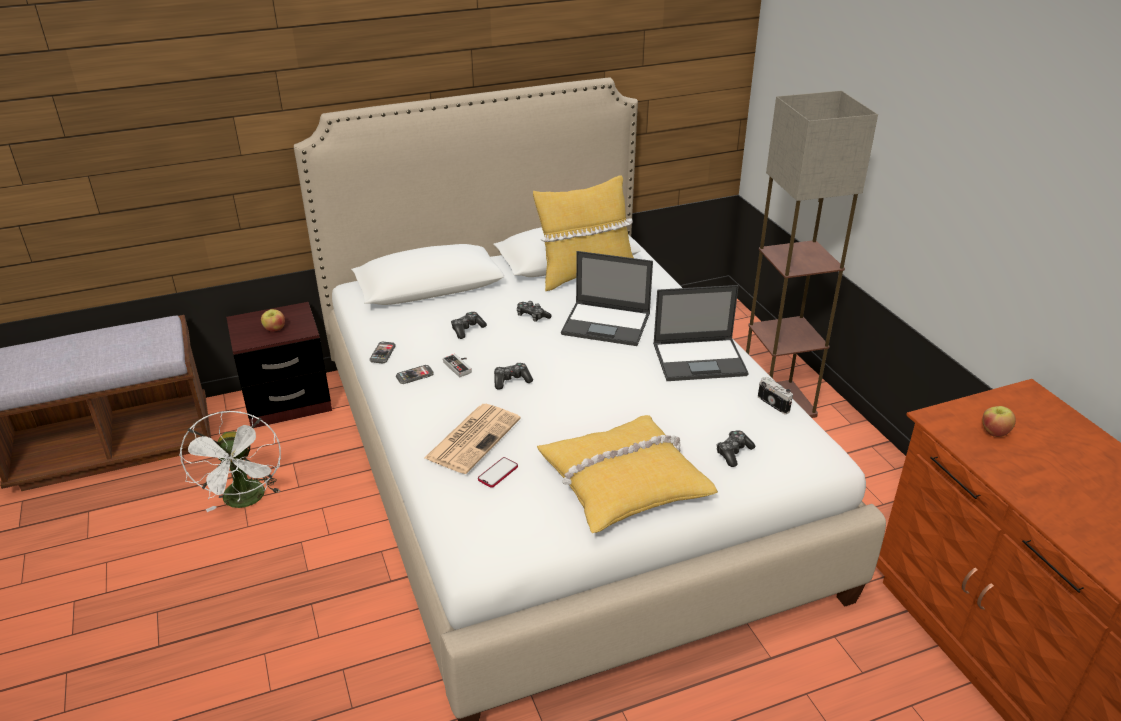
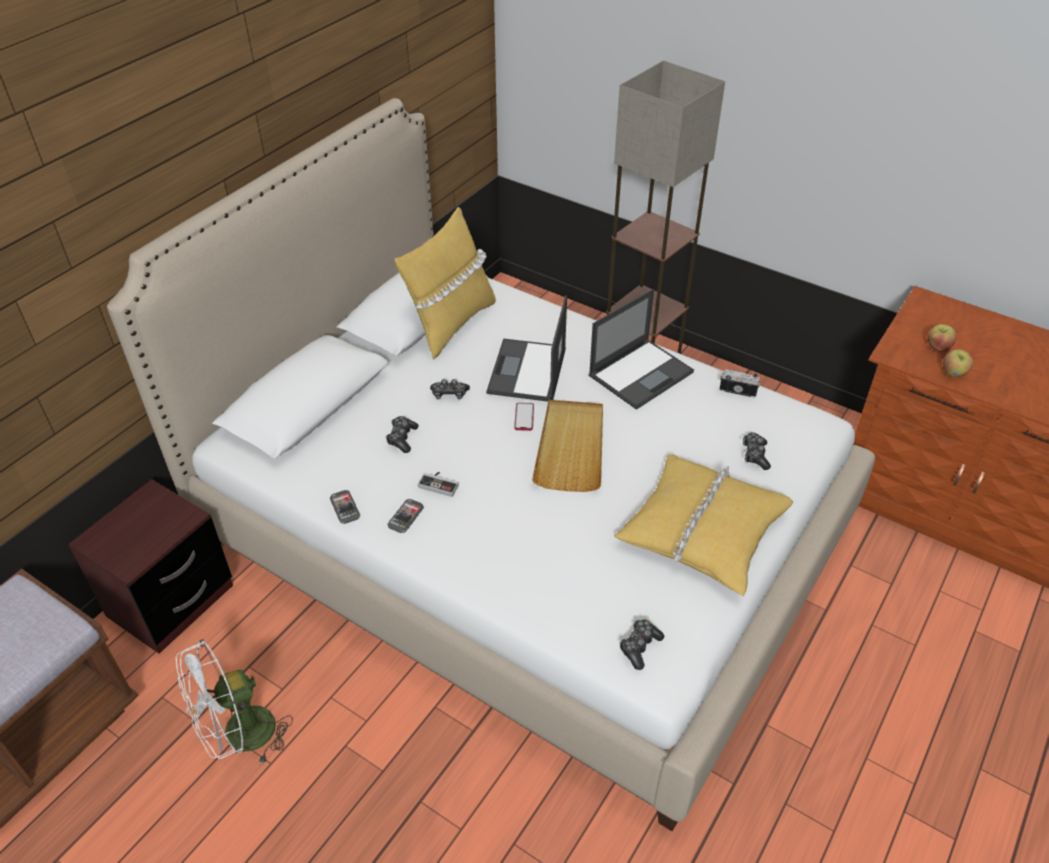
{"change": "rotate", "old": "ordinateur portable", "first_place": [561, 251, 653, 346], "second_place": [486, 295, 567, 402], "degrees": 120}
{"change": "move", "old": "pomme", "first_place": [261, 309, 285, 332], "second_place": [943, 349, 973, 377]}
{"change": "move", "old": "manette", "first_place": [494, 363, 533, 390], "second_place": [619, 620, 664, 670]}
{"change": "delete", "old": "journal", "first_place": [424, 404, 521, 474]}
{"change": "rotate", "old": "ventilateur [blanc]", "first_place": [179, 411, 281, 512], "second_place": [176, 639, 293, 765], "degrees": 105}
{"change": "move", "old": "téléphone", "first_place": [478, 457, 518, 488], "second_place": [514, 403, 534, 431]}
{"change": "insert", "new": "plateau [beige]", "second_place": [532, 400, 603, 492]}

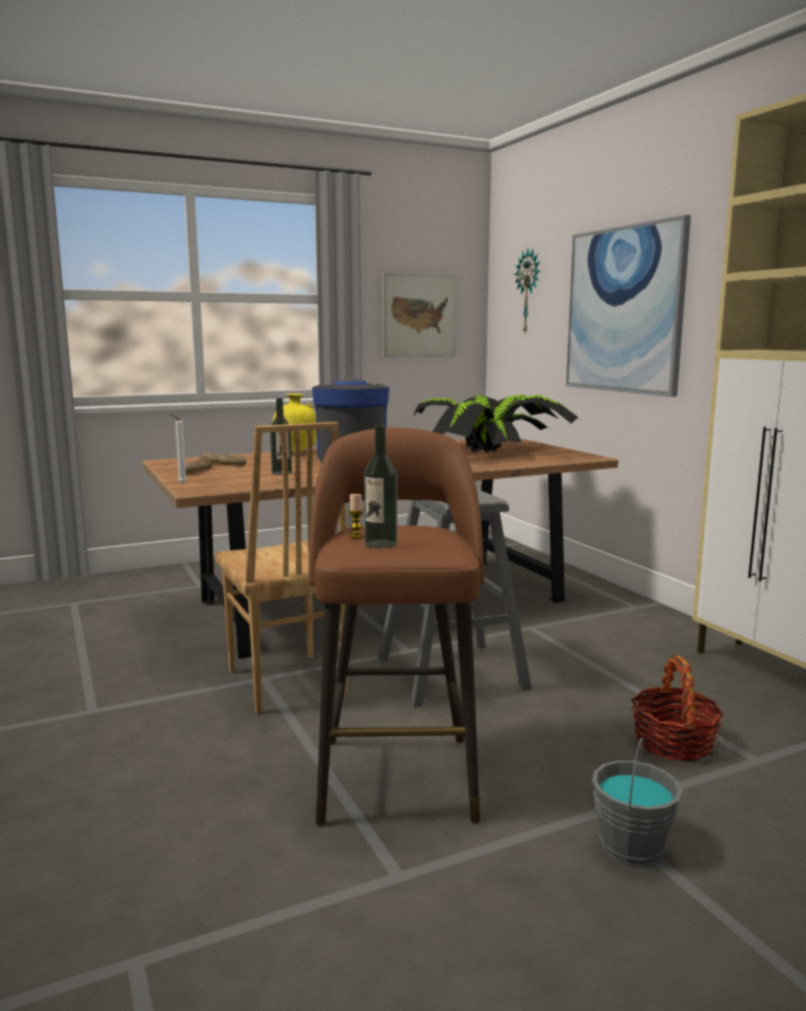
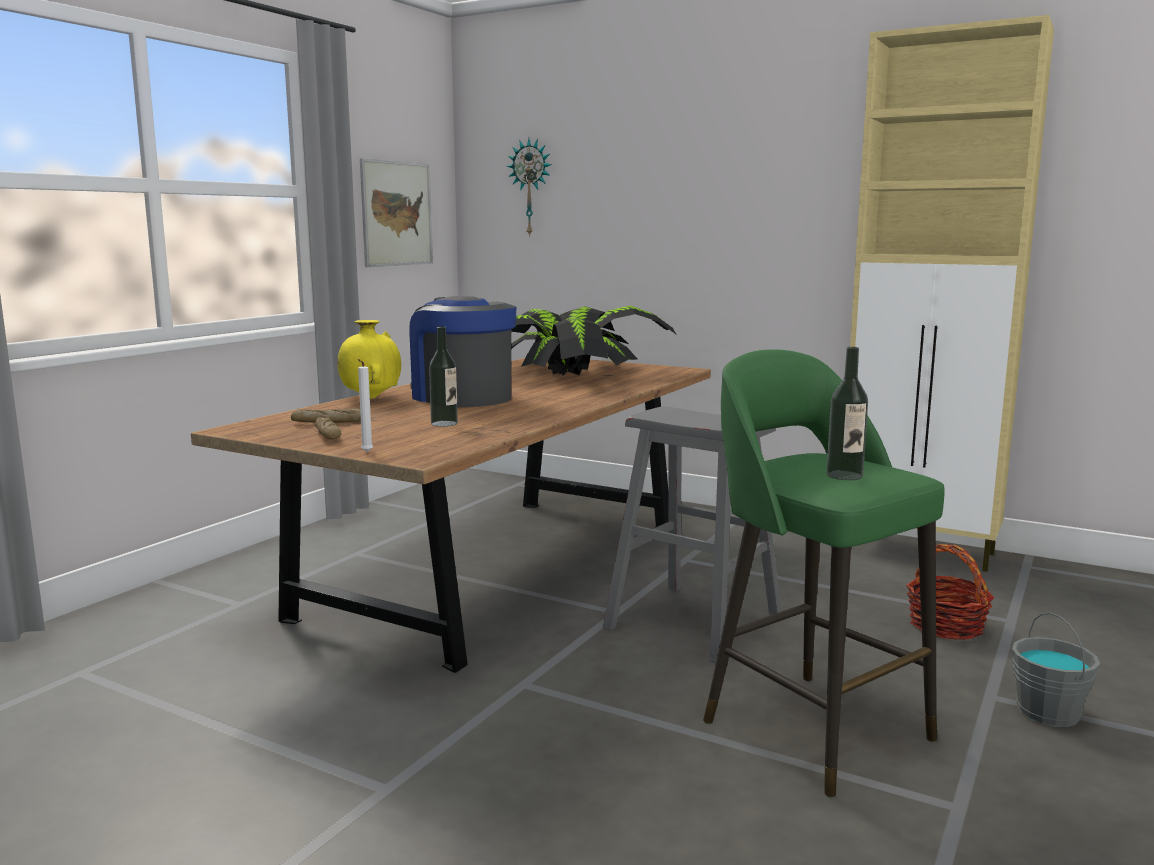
{"change": "delete", "old": "tableau", "first_place": [566, 215, 691, 397]}
{"change": "delete", "old": "chaise [marron]", "first_place": [214, 422, 348, 714]}
{"change": "recolor", "old": "tabouret [marron]", "new": "tabouret [vert]", "first_place": [309, 428, 484, 826], "second_place": [703, 349, 945, 798]}
{"change": "delete", "old": "bougie", "first_place": [349, 494, 364, 538]}

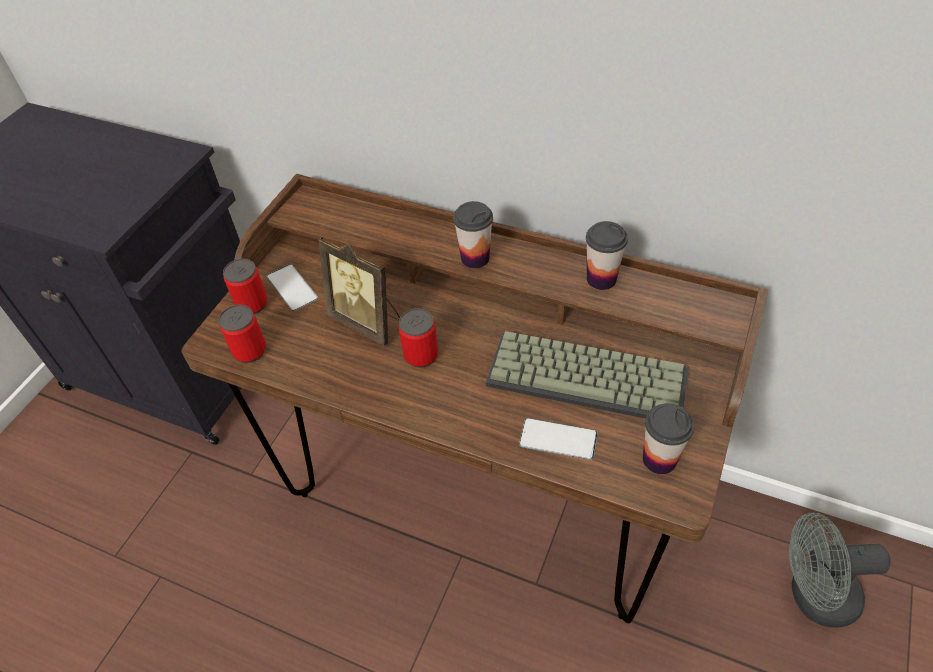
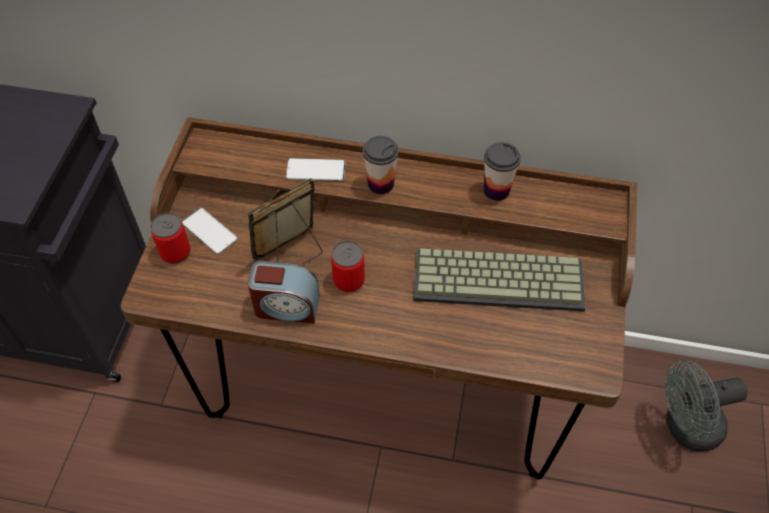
{"change": "rotate", "old": "cadre photo", "first_place": [318, 237, 400, 346], "second_place": [248, 178, 323, 266], "degrees": 120}
{"change": "delete", "old": "boîte métallique", "first_place": [218, 305, 266, 363]}
{"change": "delete", "old": "tasse", "first_place": [643, 403, 694, 474]}
{"change": "move", "old": "téléphone", "first_place": [519, 418, 598, 460], "second_place": [286, 158, 346, 181]}
{"change": "insert", "new": "réveil", "second_place": [248, 261, 320, 324]}

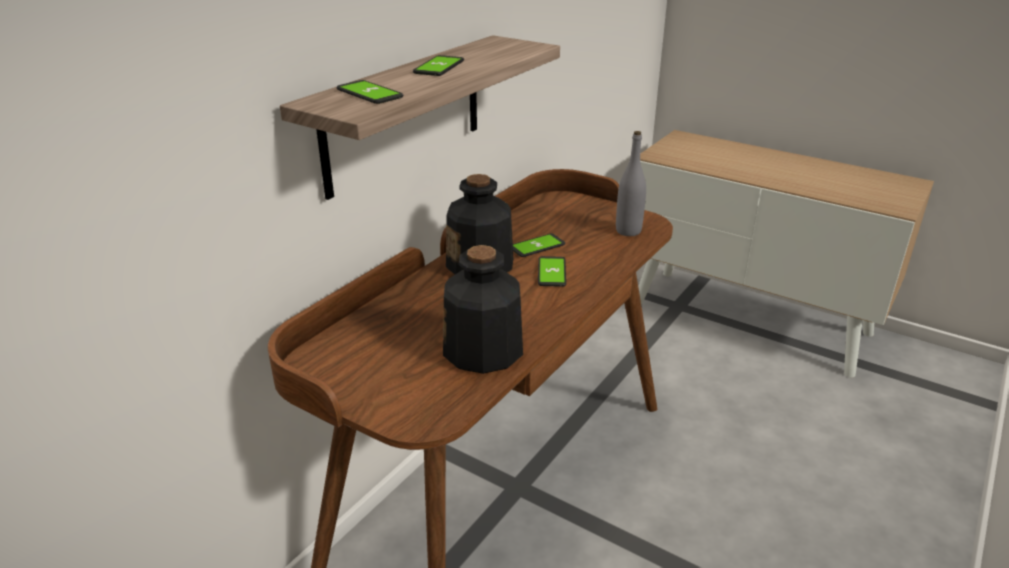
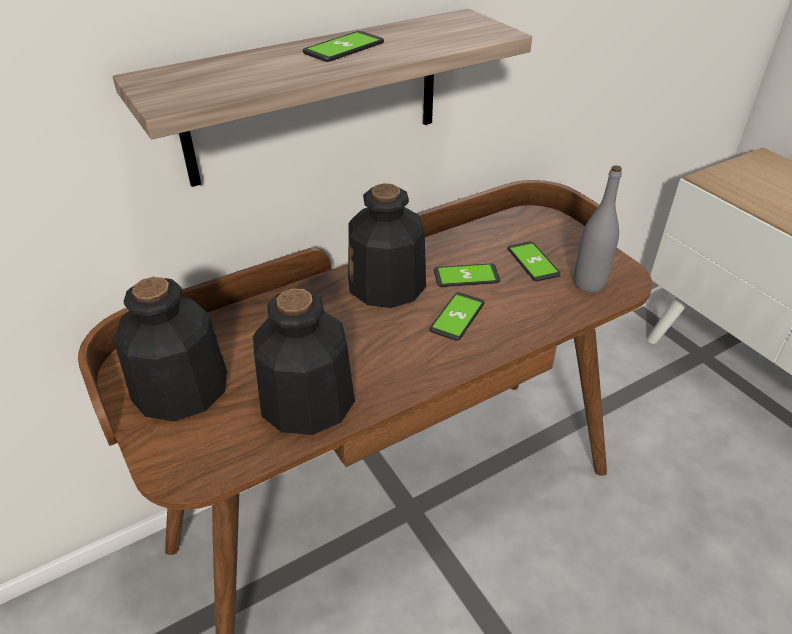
{"change": "move", "old": "téléphone", "first_place": [337, 80, 403, 104], "second_place": [507, 241, 561, 281]}
{"change": "insert", "new": "bouteille", "second_place": [114, 277, 227, 421]}

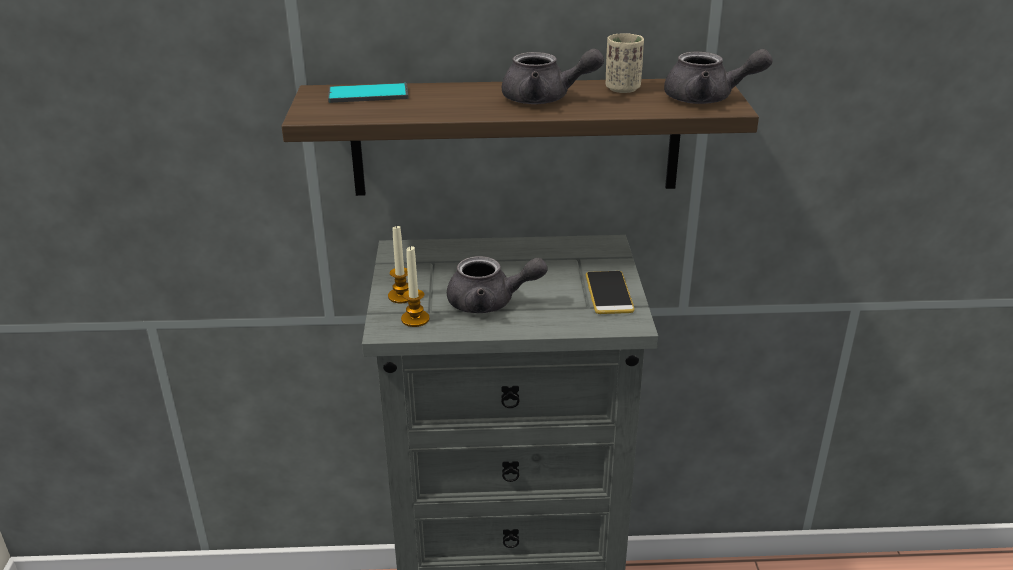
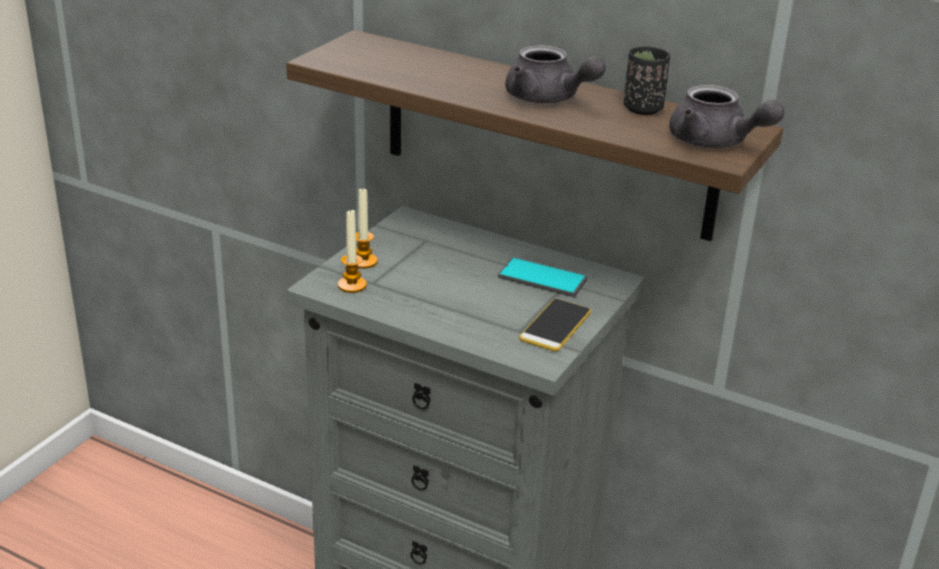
{"change": "recolor", "old": "tasse [beige]", "new": "tasse [noir]", "first_place": [606, 33, 644, 93], "second_place": [624, 47, 670, 115]}
{"change": "move", "old": "téléphone", "first_place": [328, 83, 409, 103], "second_place": [498, 257, 588, 297]}
{"change": "delete", "old": "théière [gris]", "first_place": [447, 256, 548, 313]}

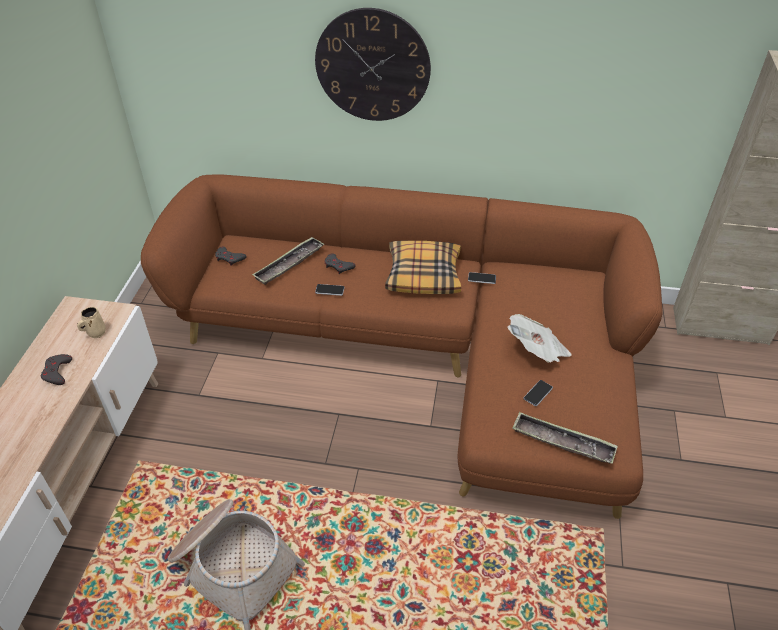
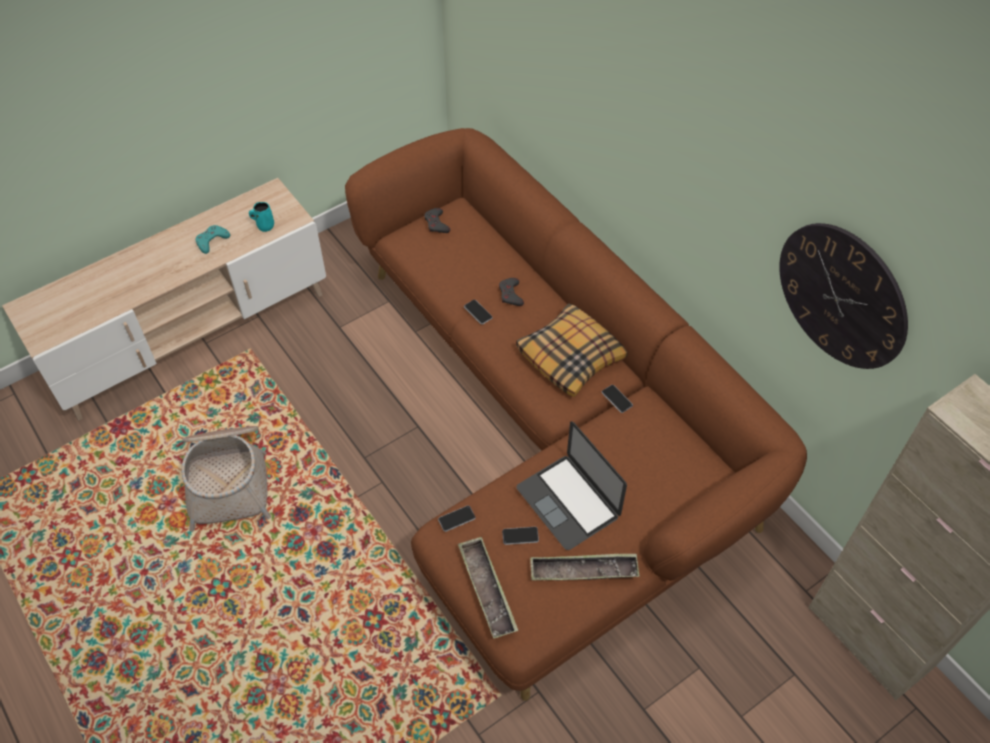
{"change": "move", "old": "horloge murale", "first_place": [315, 8, 431, 121], "second_place": [779, 223, 908, 369]}
{"change": "move", "old": "plateau", "first_place": [252, 237, 324, 285], "second_place": [530, 554, 640, 581]}
{"change": "recolor", "old": "mug [beige]", "new": "mug [turquoise]", "first_place": [77, 307, 106, 338], "second_place": [249, 202, 274, 232]}
{"change": "replace", "old": "journal", "new": "ordinateur portable", "first_place": [507, 314, 572, 363], "second_place": [516, 421, 627, 550]}
{"change": "recolor", "old": "manette [gris]", "new": "manette [turquoise]", "first_place": [41, 354, 72, 385], "second_place": [196, 225, 230, 254]}
{"change": "insert", "new": "téléphone", "second_place": [438, 505, 476, 532]}

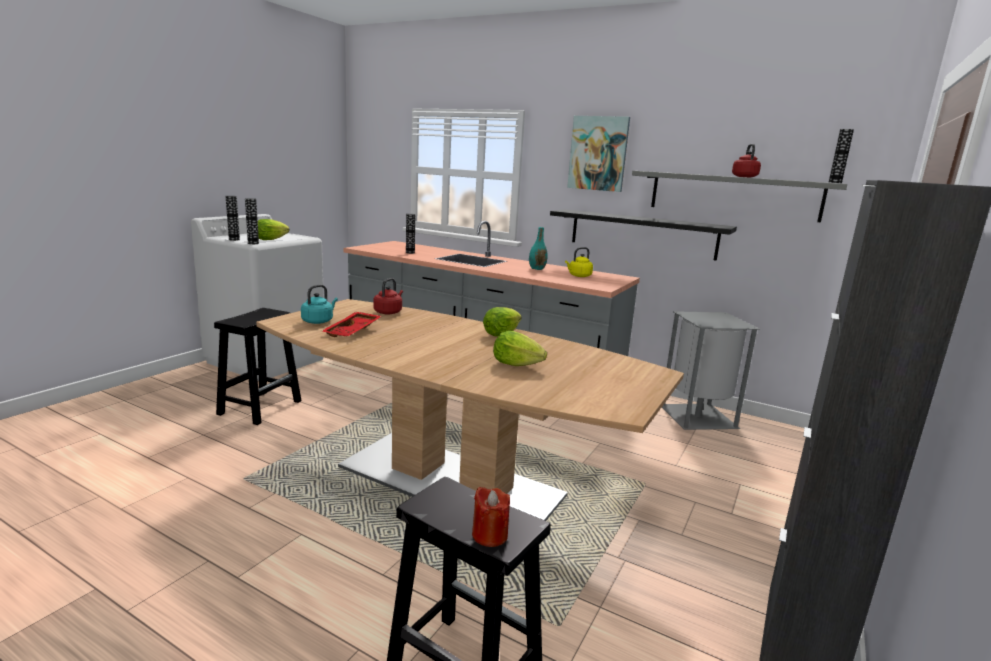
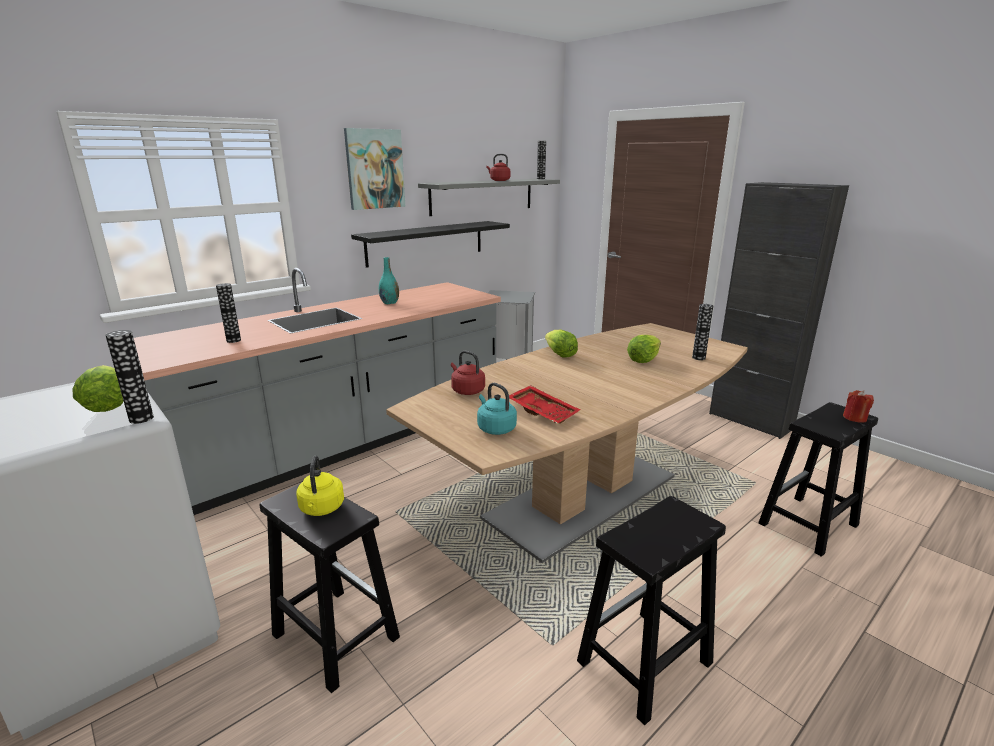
{"change": "move", "old": "vase", "first_place": [226, 196, 240, 241], "second_place": [692, 304, 713, 360]}
{"change": "move", "old": "bouilloire [jaune]", "first_place": [565, 247, 593, 277], "second_place": [297, 456, 344, 516]}
{"change": "insert", "new": "tabouret [noir]", "second_place": [577, 496, 726, 725]}

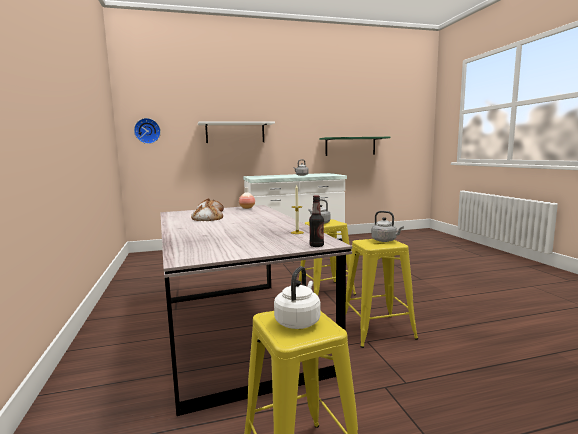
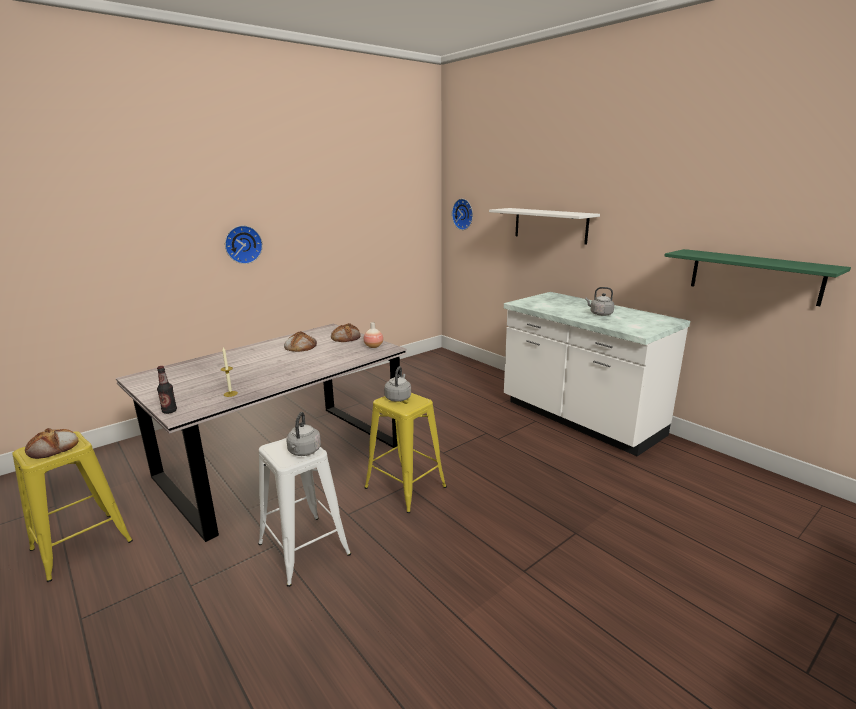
{"change": "recolor", "old": "tabouret [jaune]", "new": "tabouret [blanc]", "first_place": [346, 239, 418, 348], "second_place": [258, 438, 351, 587]}
{"change": "replace", "old": "bouilloire [blanc]", "new": "pain", "first_place": [274, 266, 321, 329], "second_place": [25, 428, 79, 459]}
{"change": "insert", "new": "horloge murale", "second_place": [225, 225, 263, 264]}

